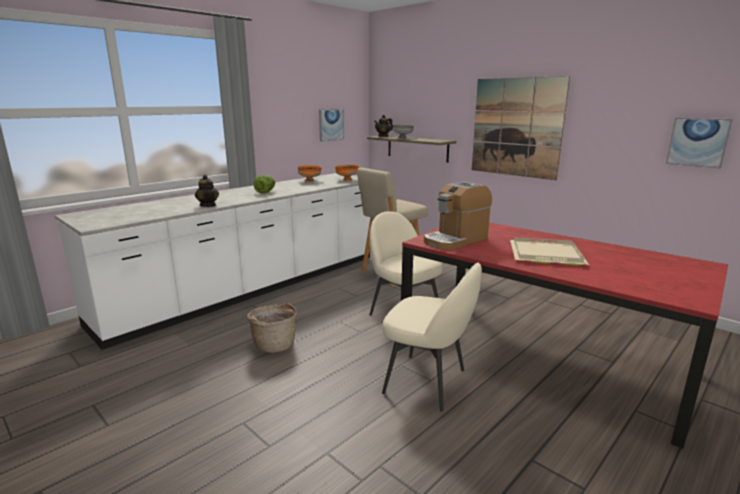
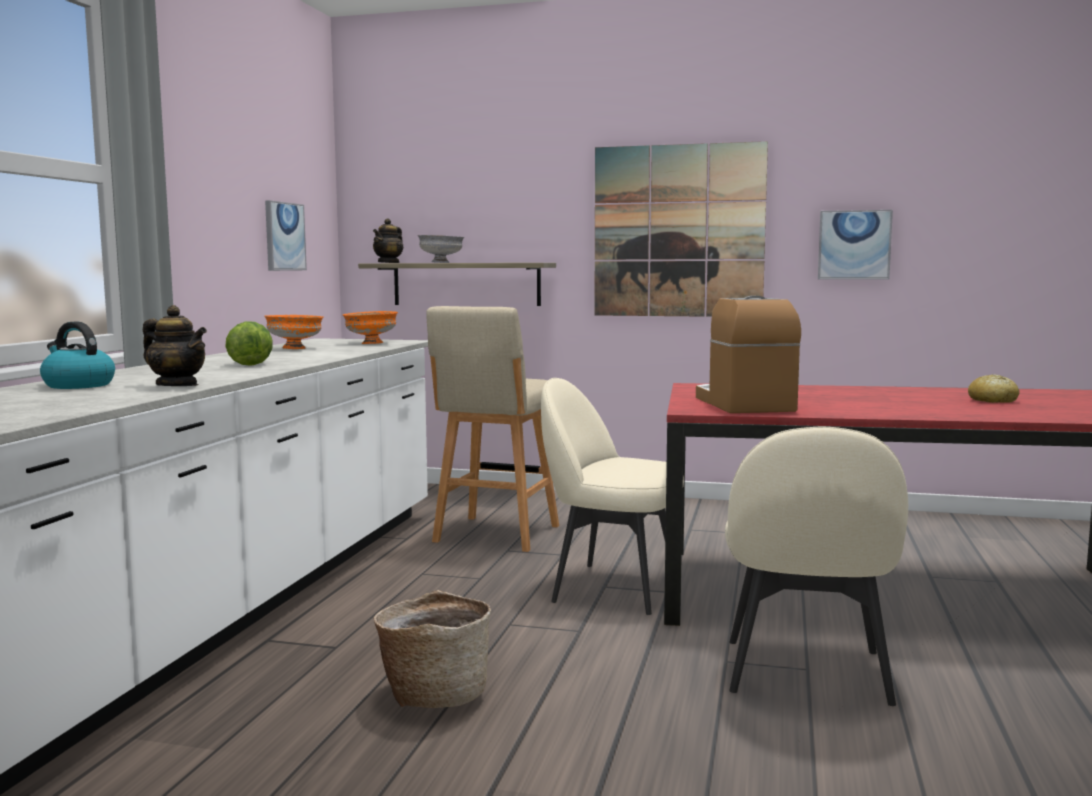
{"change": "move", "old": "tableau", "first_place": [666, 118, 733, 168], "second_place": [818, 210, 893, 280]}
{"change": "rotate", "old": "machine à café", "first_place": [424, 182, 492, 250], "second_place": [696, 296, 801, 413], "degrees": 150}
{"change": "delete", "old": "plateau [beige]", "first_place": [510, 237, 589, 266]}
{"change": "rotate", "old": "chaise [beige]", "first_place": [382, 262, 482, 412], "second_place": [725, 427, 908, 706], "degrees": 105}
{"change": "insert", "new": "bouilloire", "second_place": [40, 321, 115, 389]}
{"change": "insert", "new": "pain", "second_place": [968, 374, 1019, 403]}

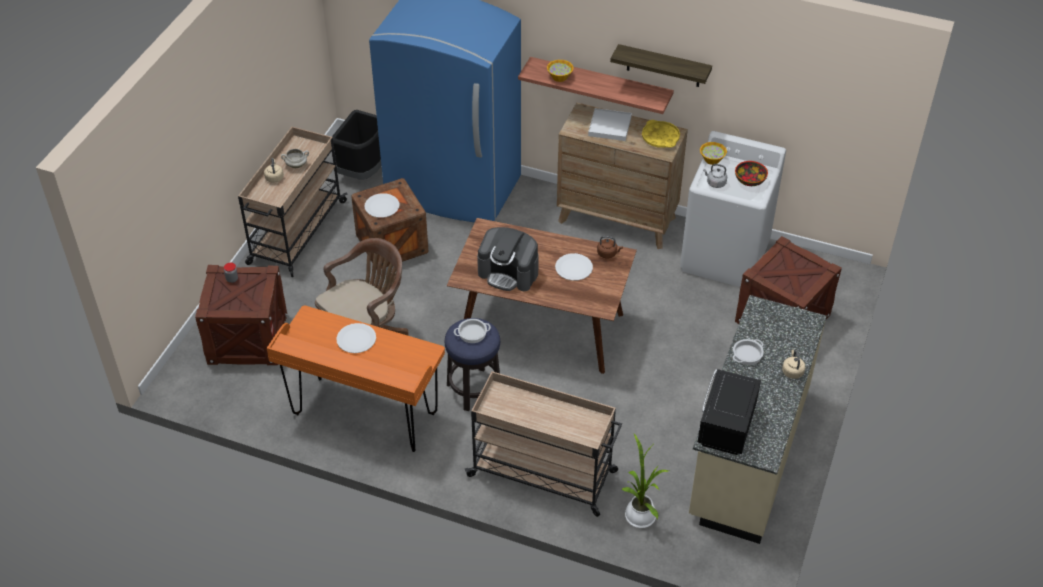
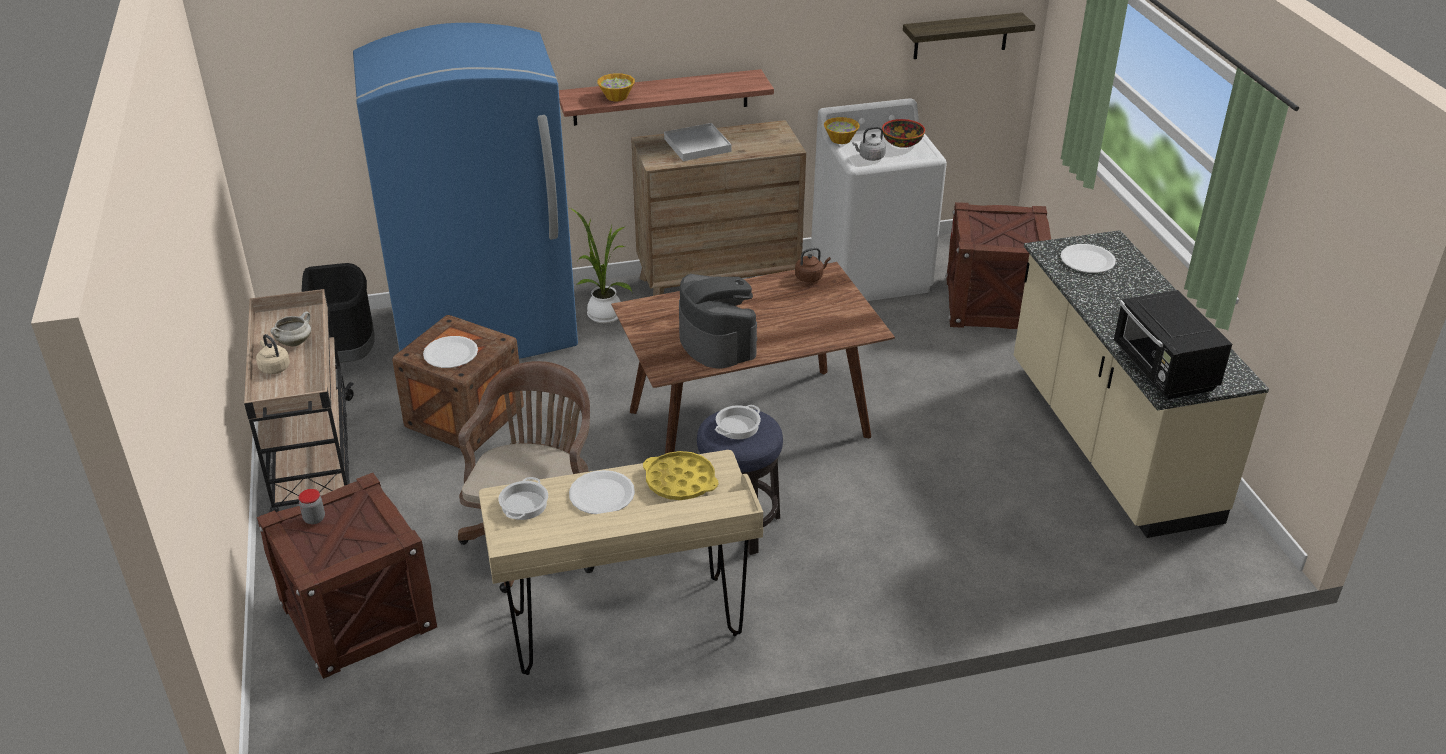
{"change": "move", "old": "étagère", "first_place": [610, 44, 712, 87], "second_place": [903, 12, 1035, 59]}
{"change": "move", "old": "plateau [jaune]", "first_place": [642, 120, 680, 148], "second_place": [643, 451, 718, 500]}
{"change": "rotate", "old": "machine à café", "first_place": [477, 227, 539, 291], "second_place": [679, 274, 757, 368], "degrees": -105}
{"change": "move", "old": "assiette [blanc]", "first_place": [555, 253, 593, 281], "second_place": [1060, 244, 1116, 273]}
{"change": "recolor", "old": "bureau [orange]", "new": "bureau [beige]", "first_place": [267, 305, 445, 452], "second_place": [479, 450, 763, 675]}
{"change": "move", "old": "marmite", "first_place": [733, 339, 764, 365], "second_place": [498, 477, 548, 520]}
{"change": "delete", "old": "bouilloire [beige]", "first_place": [782, 350, 805, 379]}
{"change": "delete", "old": "chariot [beige]", "first_place": [465, 371, 622, 517]}
{"change": "move", "old": "plante en pot", "first_place": [622, 434, 669, 528], "second_place": [568, 207, 632, 323]}

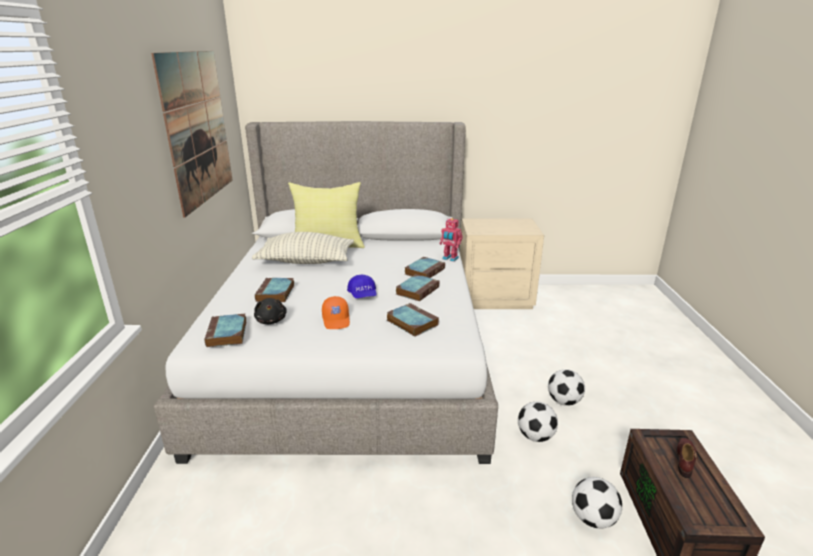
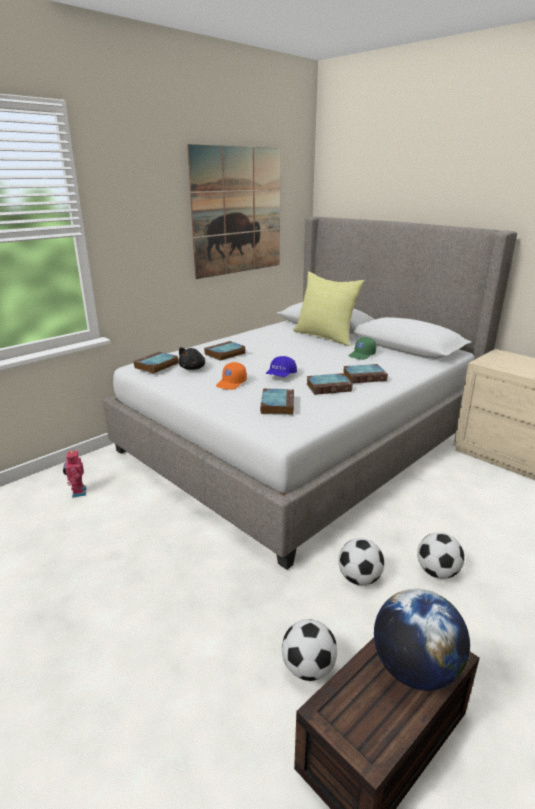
{"change": "move", "old": "robot jouet", "first_place": [440, 218, 463, 262], "second_place": [63, 449, 86, 498]}
{"change": "delete", "old": "coussin", "first_place": [252, 232, 354, 264]}
{"change": "replace", "old": "chaussure [marron]", "new": "globe", "first_place": [676, 438, 698, 478], "second_place": [374, 589, 470, 691]}
{"change": "insert", "new": "casquette [vert]", "second_place": [349, 337, 376, 360]}

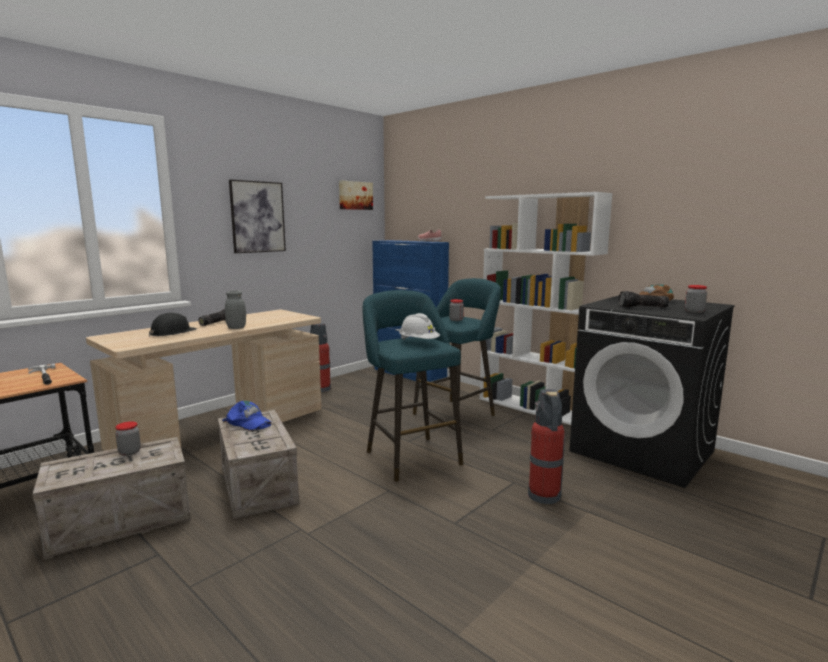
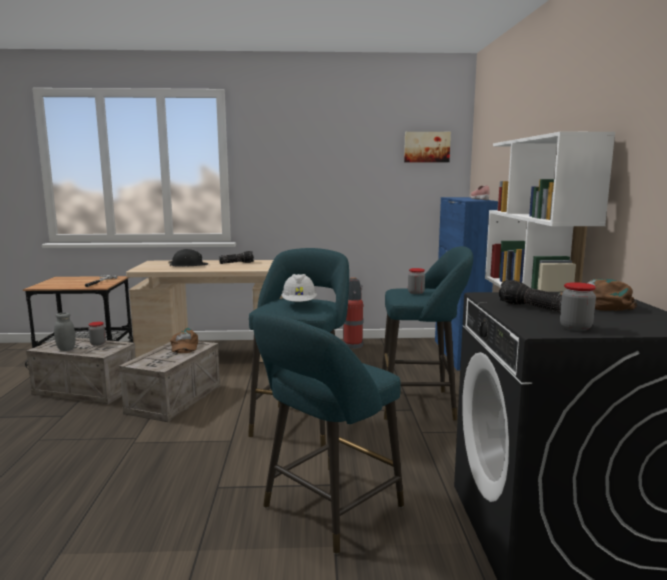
{"change": "delete", "old": "tableau", "first_place": [229, 179, 286, 253]}
{"change": "move", "old": "bocal [gris]", "first_place": [225, 291, 246, 329], "second_place": [54, 312, 76, 351]}
{"change": "replace", "old": "extincteur", "new": "tabouret [turquoise]", "first_place": [527, 389, 565, 504], "second_place": [253, 313, 404, 554]}
{"change": "recolor", "old": "casquette [bleu]", "new": "casquette [marron]", "first_place": [222, 401, 272, 430], "second_place": [170, 328, 198, 353]}

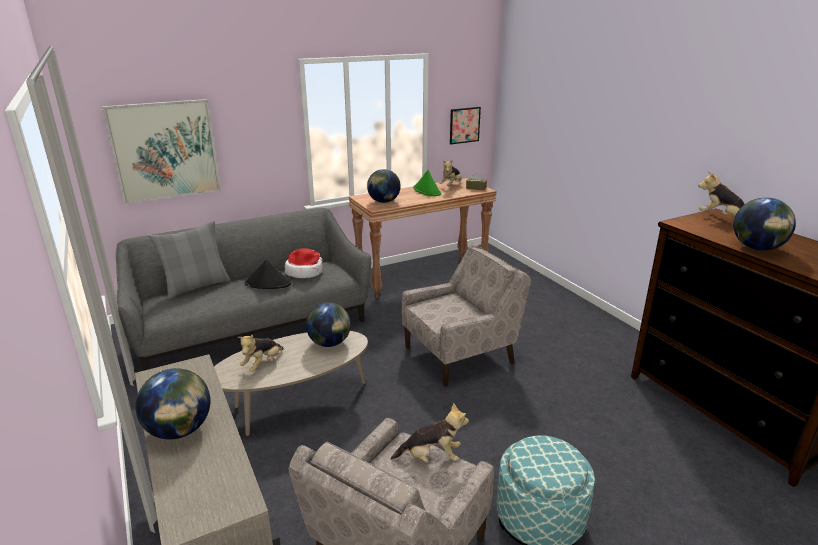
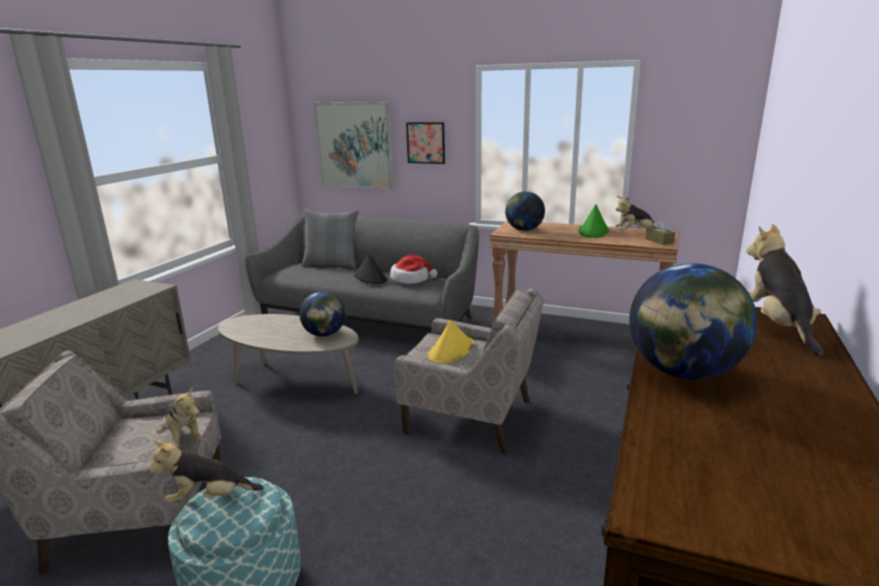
{"change": "move", "old": "tableau", "first_place": [450, 107, 481, 145], "second_place": [406, 122, 445, 164]}
{"change": "move", "old": "peluche", "first_place": [238, 335, 284, 372], "second_place": [148, 440, 263, 503]}
{"change": "delete", "old": "globe", "first_place": [135, 368, 210, 439]}
{"change": "insert", "new": "chapeau [jaune]", "second_place": [428, 320, 474, 364]}

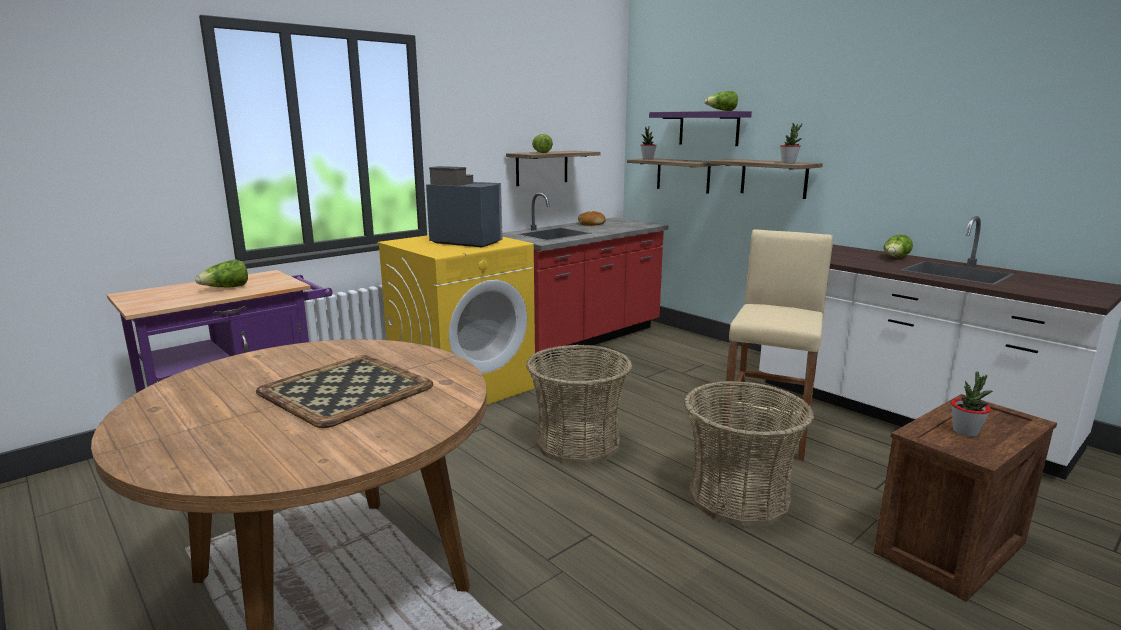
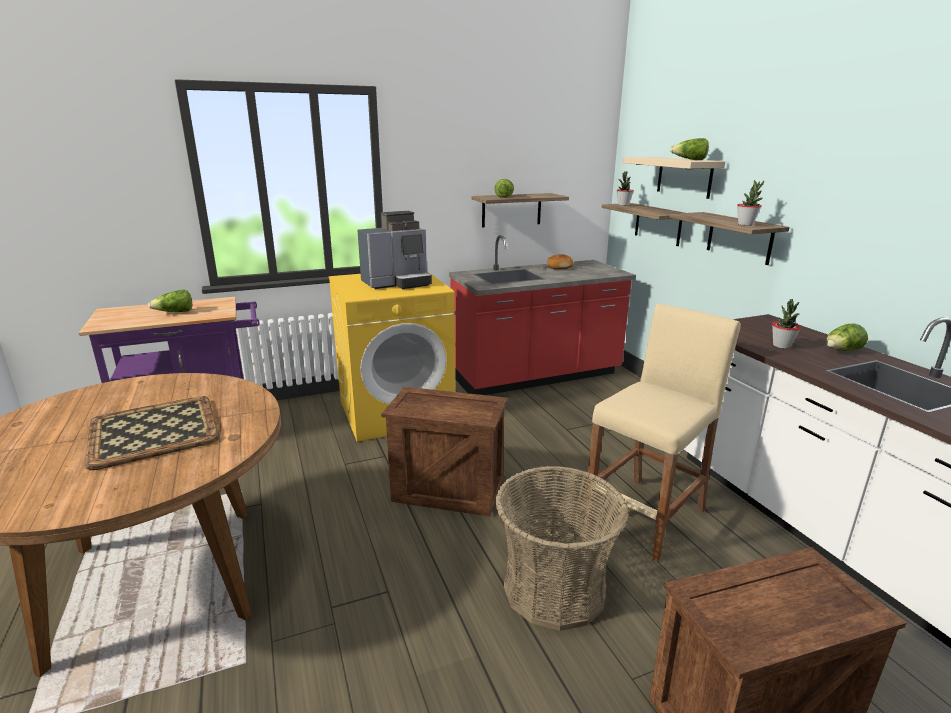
{"change": "recolor", "old": "étagère [violet]", "new": "étagère [beige]", "first_place": [649, 111, 752, 146], "second_place": [622, 157, 725, 199]}
{"change": "rotate", "old": "machine à café", "first_place": [426, 166, 502, 247], "second_place": [357, 211, 432, 289], "degrees": 105}
{"change": "replace", "old": "panier", "new": "caisse", "first_place": [526, 345, 632, 465], "second_place": [381, 387, 508, 517]}
{"change": "move", "old": "plante en pot", "first_place": [951, 371, 993, 437], "second_place": [772, 299, 801, 349]}

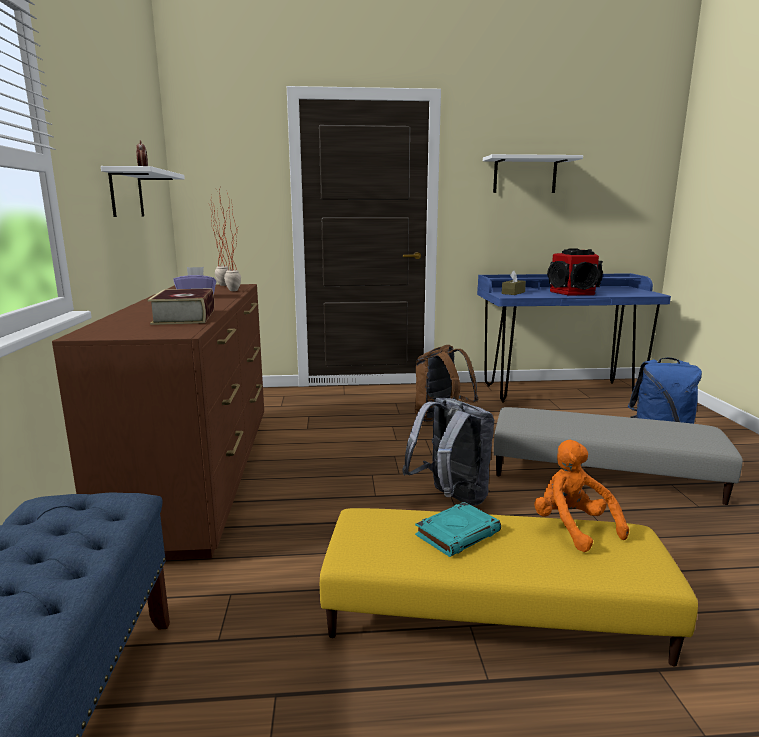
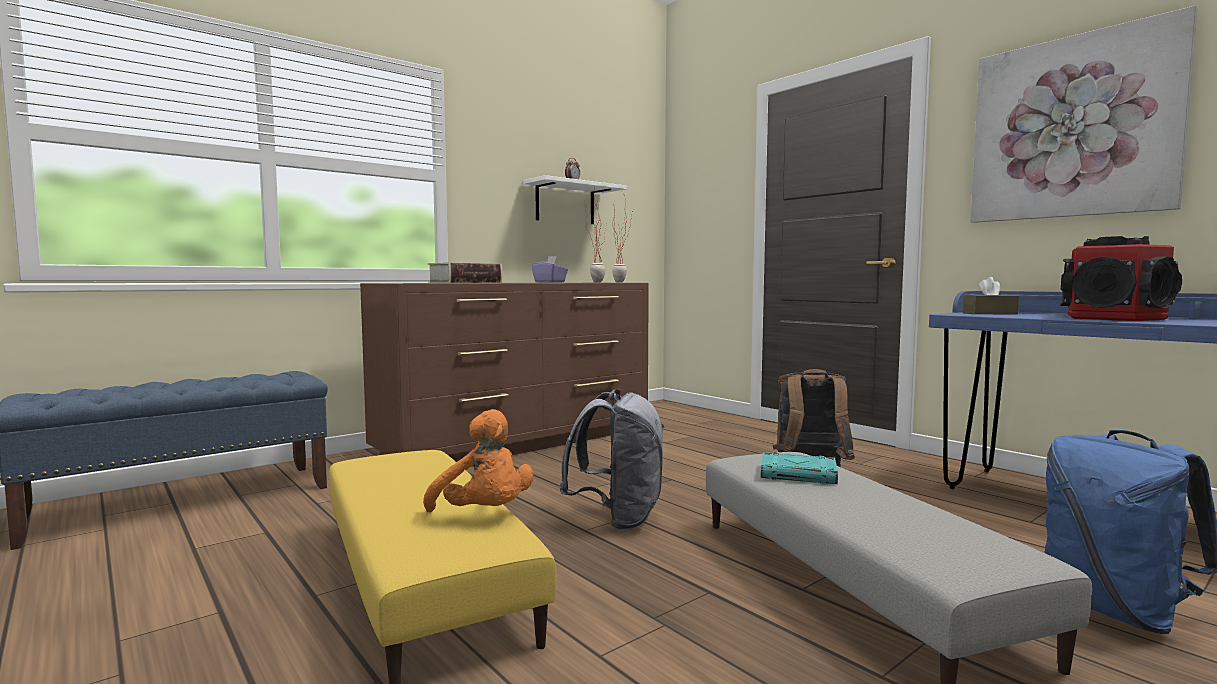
{"change": "replace", "old": "étagère [blanc]", "new": "tableau", "first_place": [483, 154, 583, 193], "second_place": [970, 5, 1198, 223]}
{"change": "rotate", "old": "peluche [orange]", "first_place": [534, 440, 629, 552], "second_place": [423, 409, 534, 512], "degrees": 105}
{"change": "move", "old": "livre [turquoise]", "first_place": [415, 502, 501, 557], "second_place": [761, 452, 838, 484]}

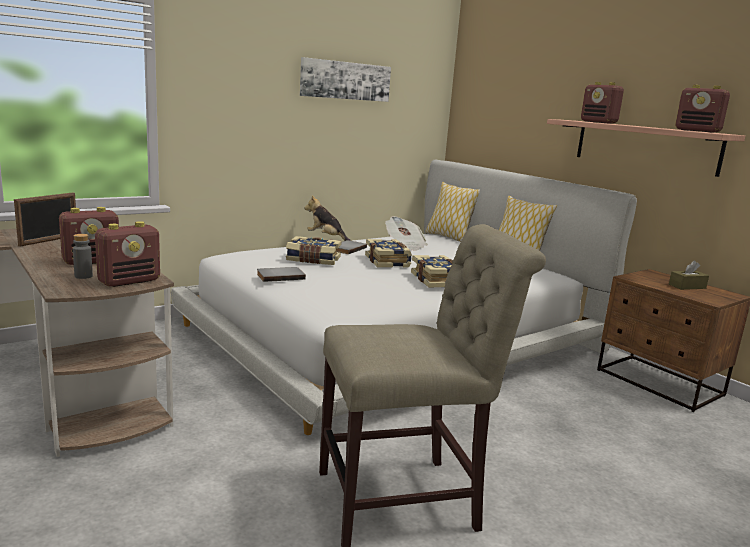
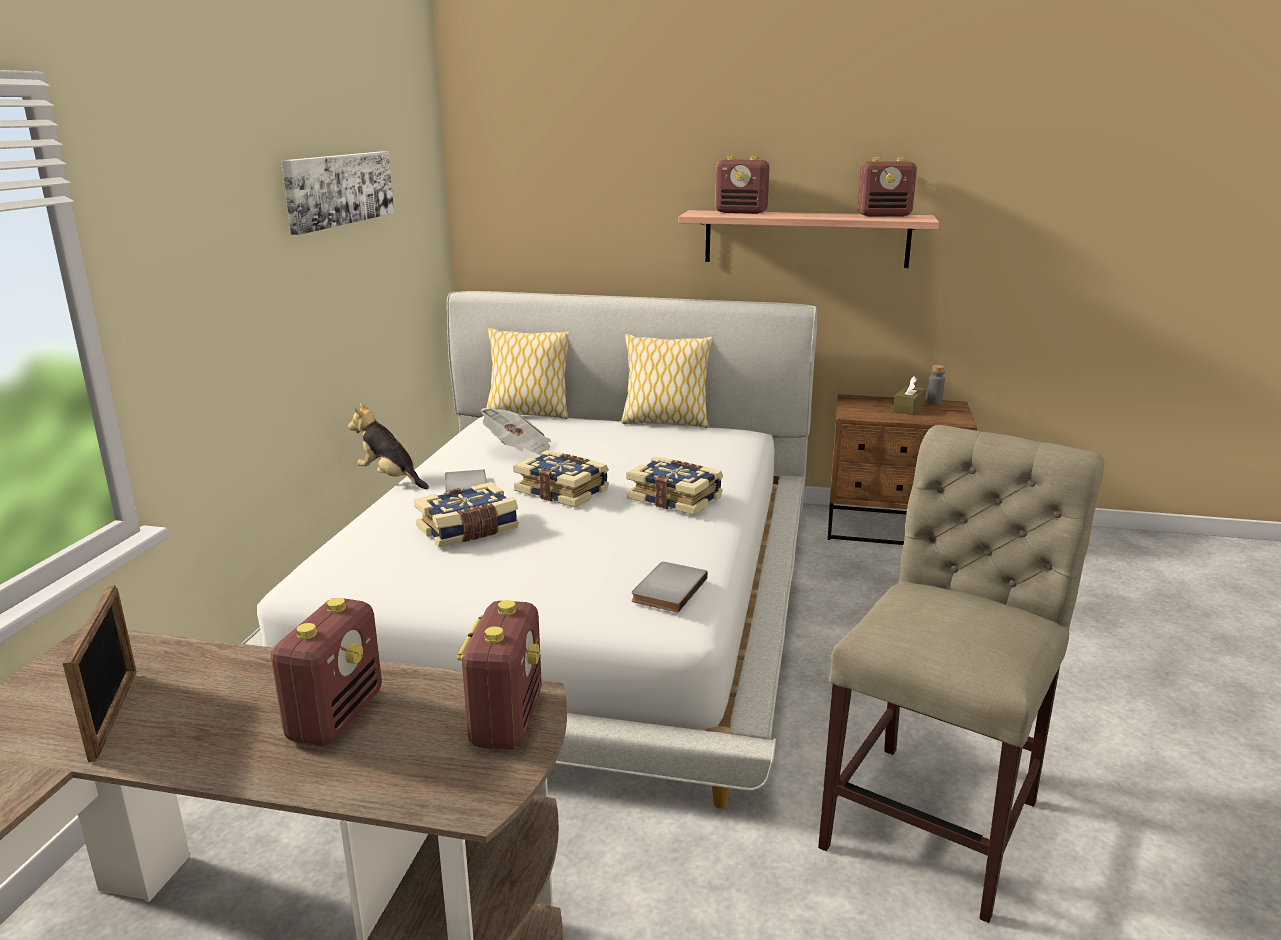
{"change": "rotate", "old": "peluche", "first_place": [304, 196, 351, 241], "second_place": [348, 403, 429, 489], "degrees": 45}
{"change": "move", "old": "bouteille [gris]", "first_place": [73, 234, 93, 279], "second_place": [927, 365, 945, 405]}
{"change": "move", "old": "livre [gris]", "first_place": [257, 267, 306, 282], "second_place": [632, 562, 708, 613]}

